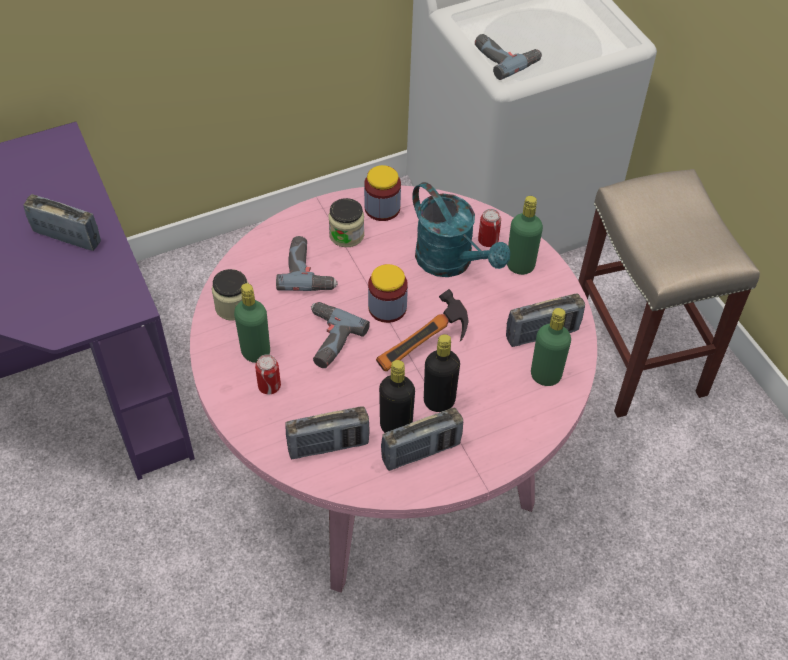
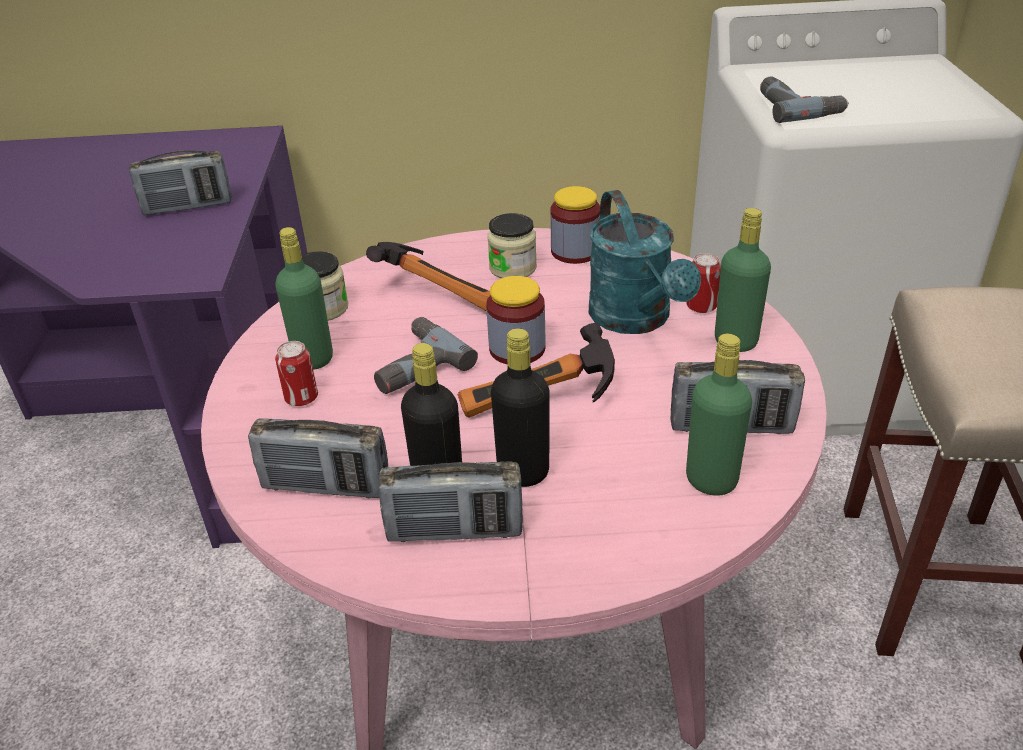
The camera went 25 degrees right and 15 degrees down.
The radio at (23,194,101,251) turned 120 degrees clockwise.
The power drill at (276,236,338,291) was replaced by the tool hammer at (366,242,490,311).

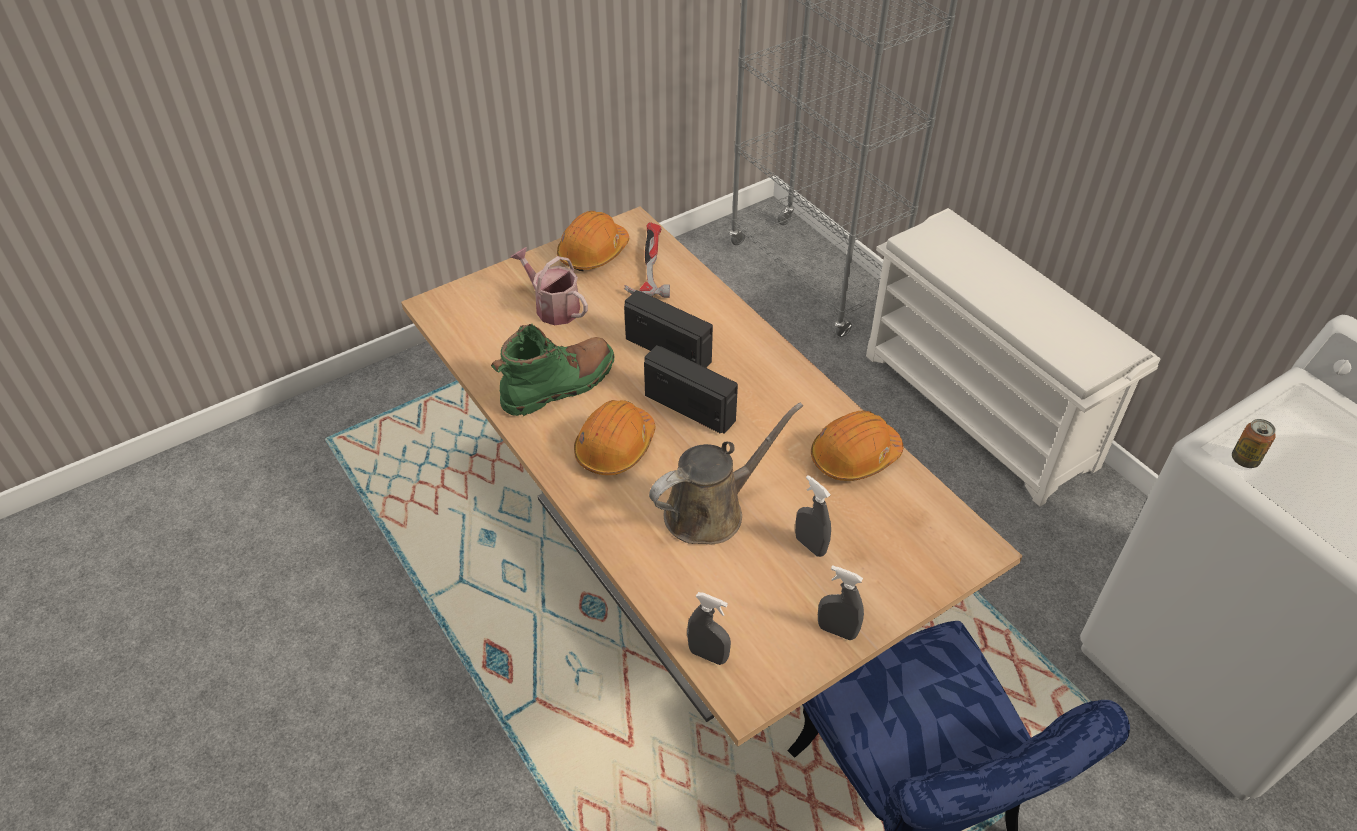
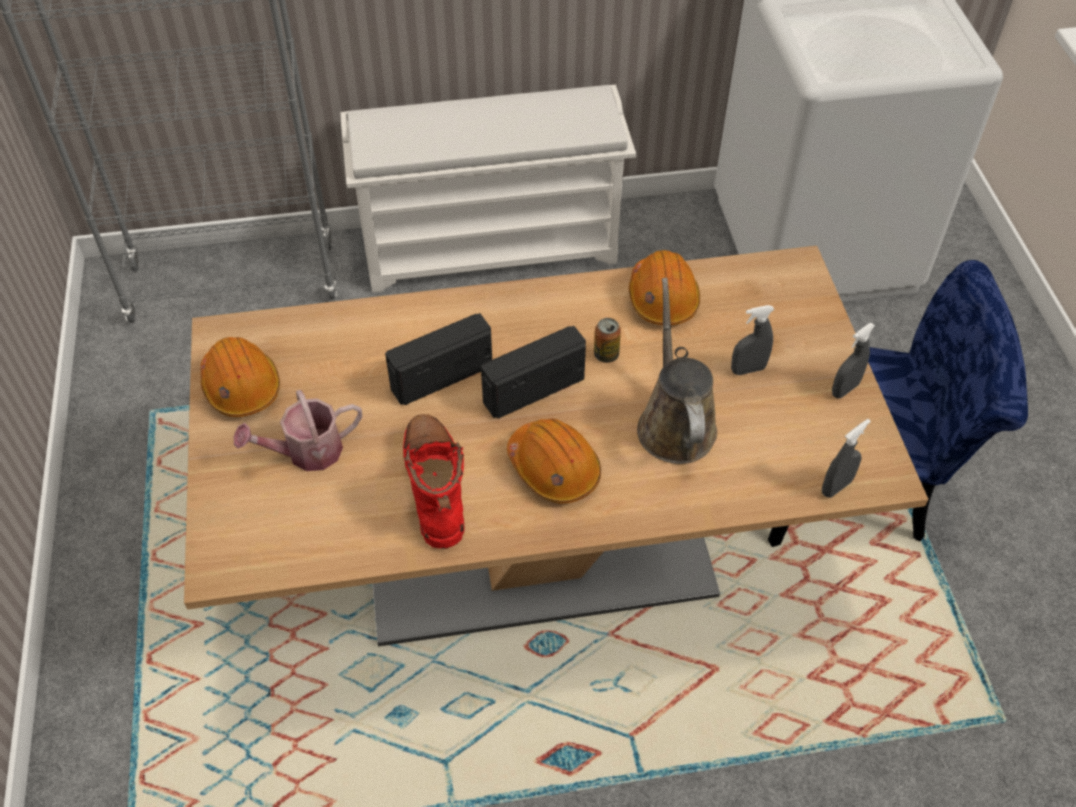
The camera went 65 degrees left and 5 degrees up.
The tool hammer at (624,222,670,298) disappeared.
The boot (greenish) at (491,324,614,416) became the boot (red-coloured) at (403,414,465,549).
The metal can moved from (1232,419,1276,468) to (594,318,621,363).

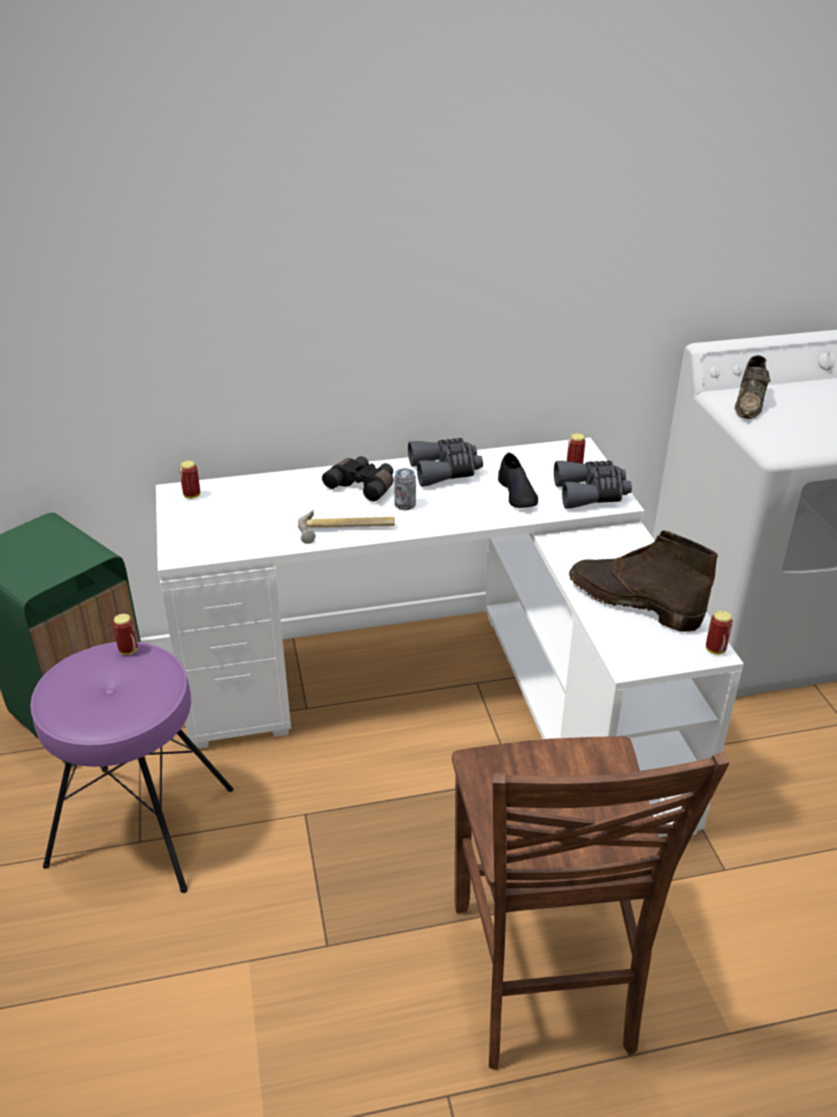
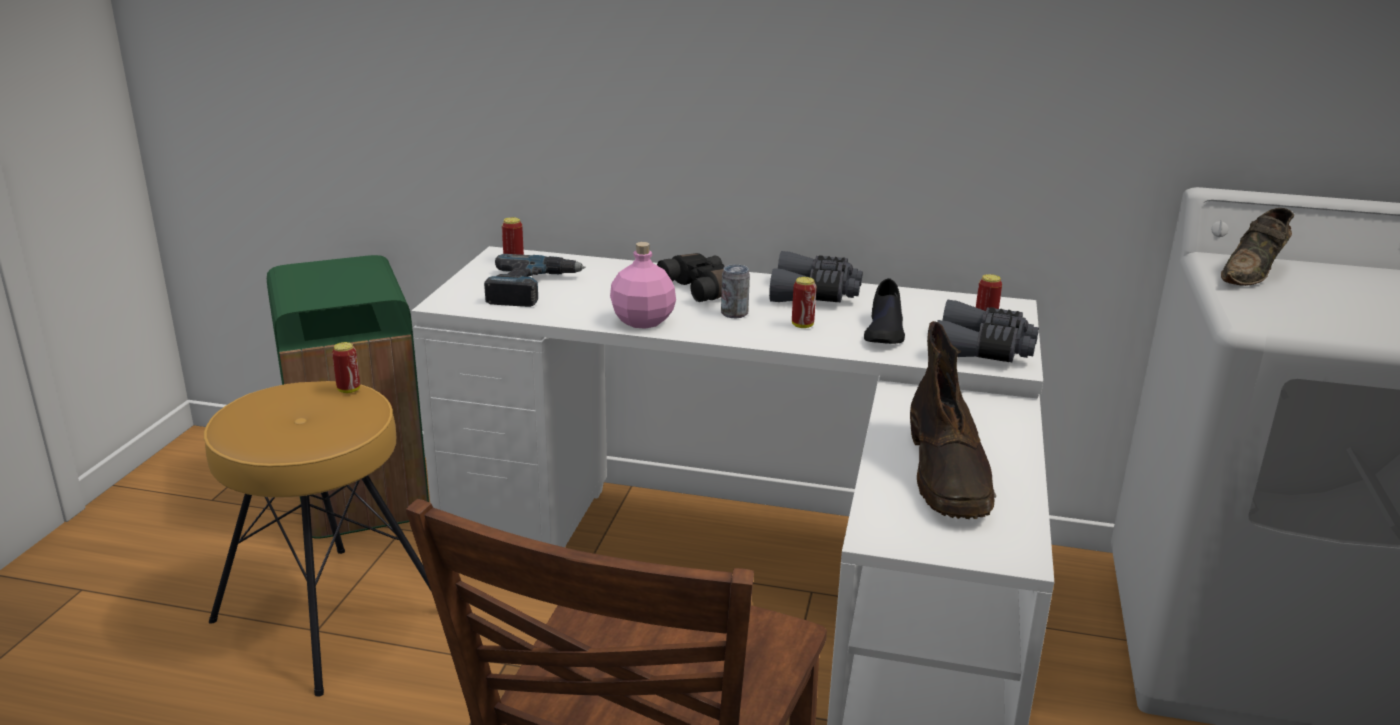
The camera went 25 degrees right and 10 degrees down.
The tool hammer at (298,509,395,544) was replaced by the beverage bottle (pink-coloured) at (610,242,676,329).
The boot (brownish) at (569,530,718,632) turned 150 degrees counterclockwise.
The metal can moved from (706,610,733,655) to (792,277,817,328).
The stool seat (purple-coloured) at (30,642,234,893) became the stool seat (brownish) at (204,381,431,697).
The power drill at (484,254,586,307) appeared.

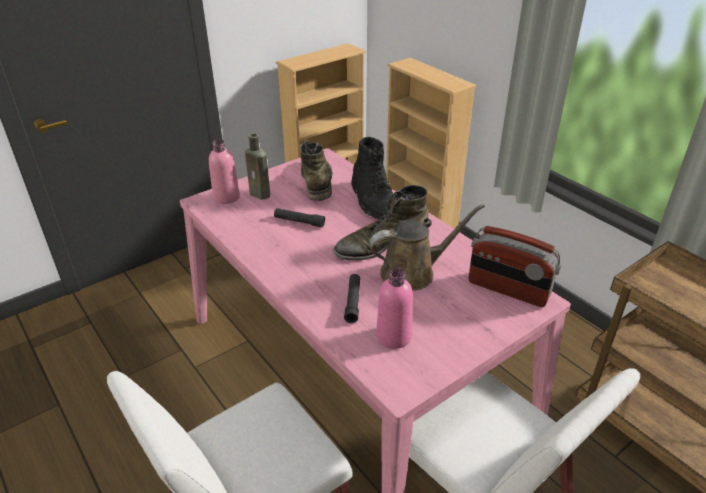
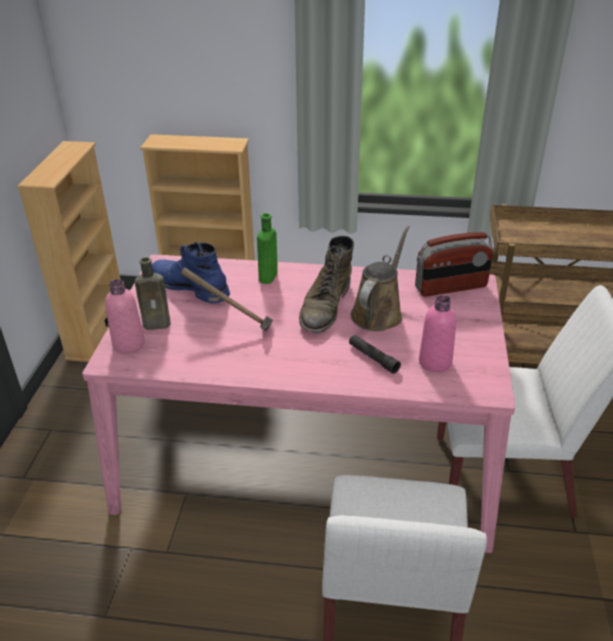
The camera went 45 degrees left and 0 degrees up.
The boot (black-coloured) at (351,137,393,220) was replaced by the beverage bottle (greenish) at (257,213,278,284).
The boot (greenish) at (300,140,333,201) became the boot (blue) at (152,242,230,303).
The flashlight (black-coloured) at (274,208,325,227) was replaced by the tool hammer at (181,268,273,331).

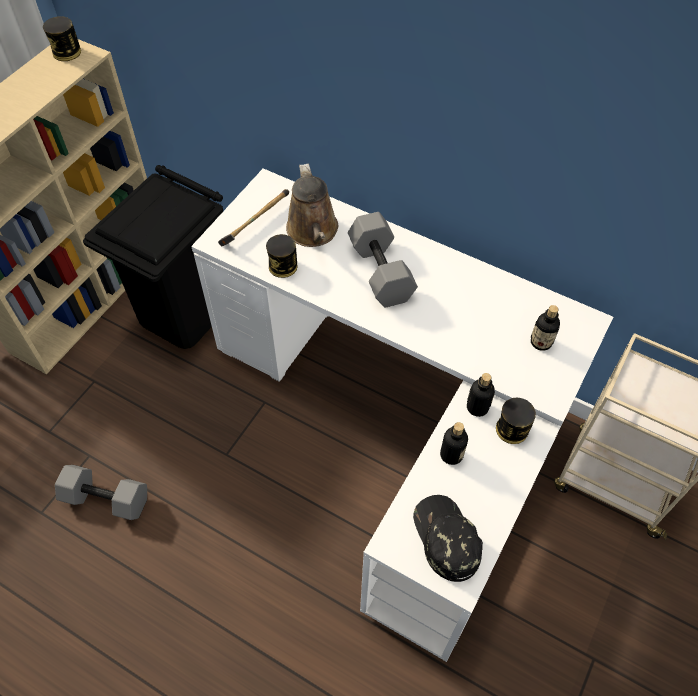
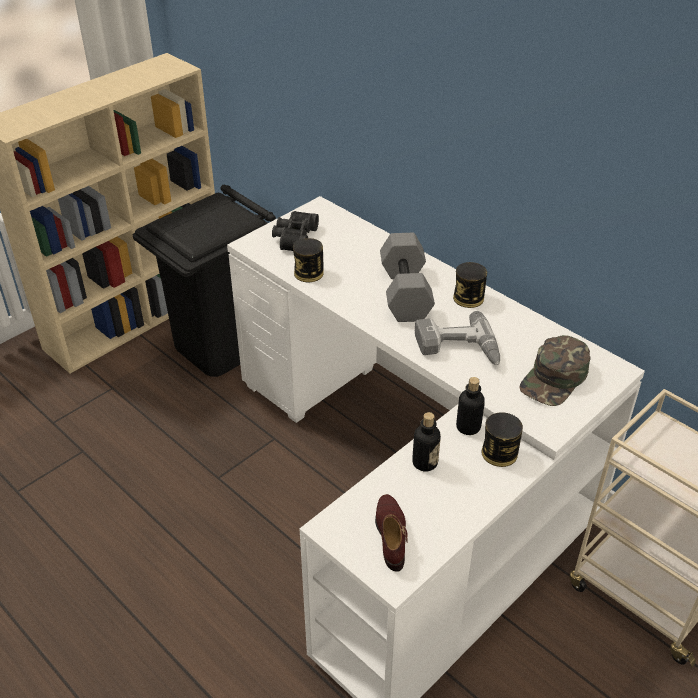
The camera went 15 degrees right and 15 degrees down.
The metal can moved from (43,16,81,61) to (453,262,487,308).
The sprinkling can (brownish) at (286,164,338,247) disappeared.
The tool hammer at (218,189,289,247) was replaced by the pair of binoculars (black-coloured) at (272,211,319,251).
The beverage bottle at (531,305,560,351) was replaced by the peaked cap (greenish) at (520,335,591,406).
The dumbbell (grey) at (55,465,147,520) disappeared.
The peaked cap (black-coloured) at (413,495,483,582) was replaced by the item of footwear (brownish) at (375,494,408,572).
The power drill at (415,311,500,365) appeared.

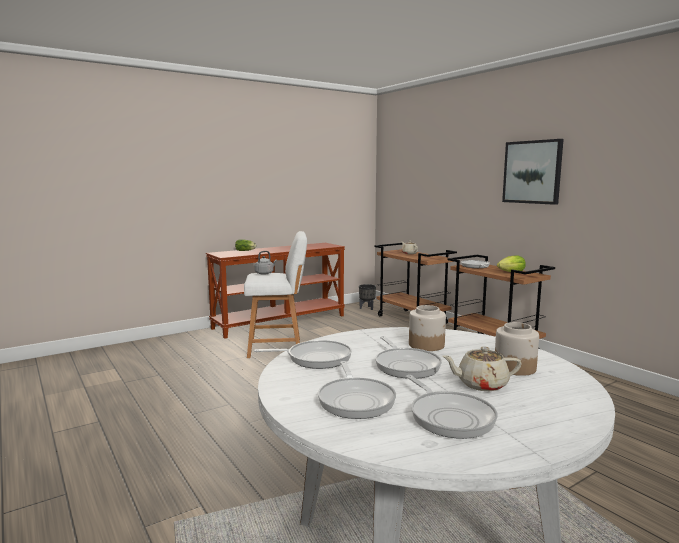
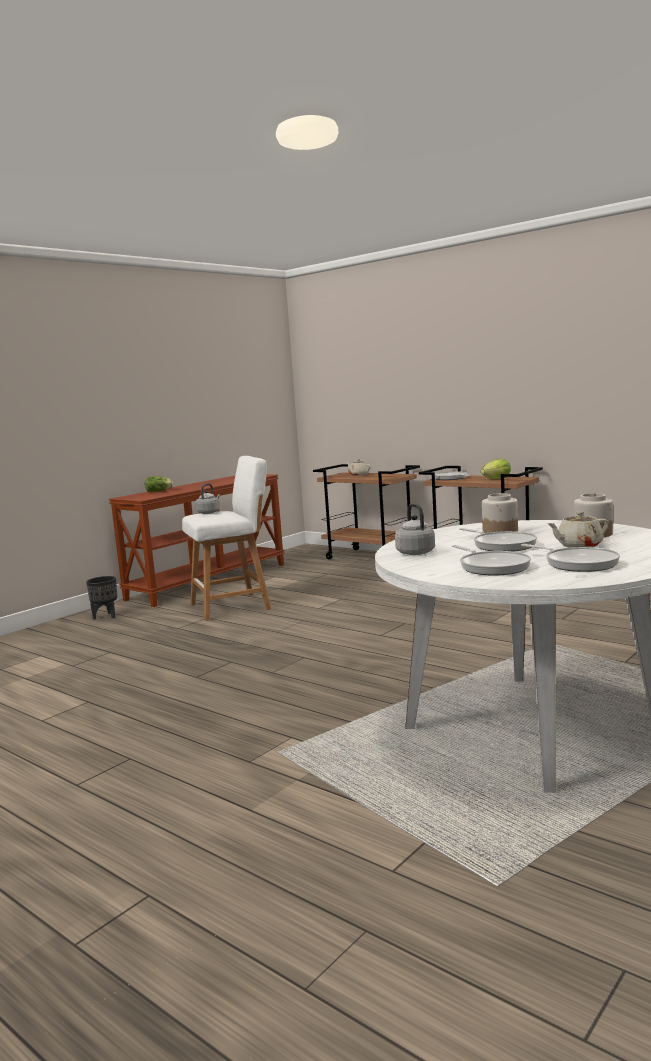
The camera went 15 degrees left and 0 degrees up.
The wall picture at (502,139,564,205) disappeared.
The plant pot (black-coloured) moved from (359,284,376,310) to (86,576,117,620).
The frying pan at (254,340,352,369) was replaced by the water kettle (grey) at (395,504,435,555).

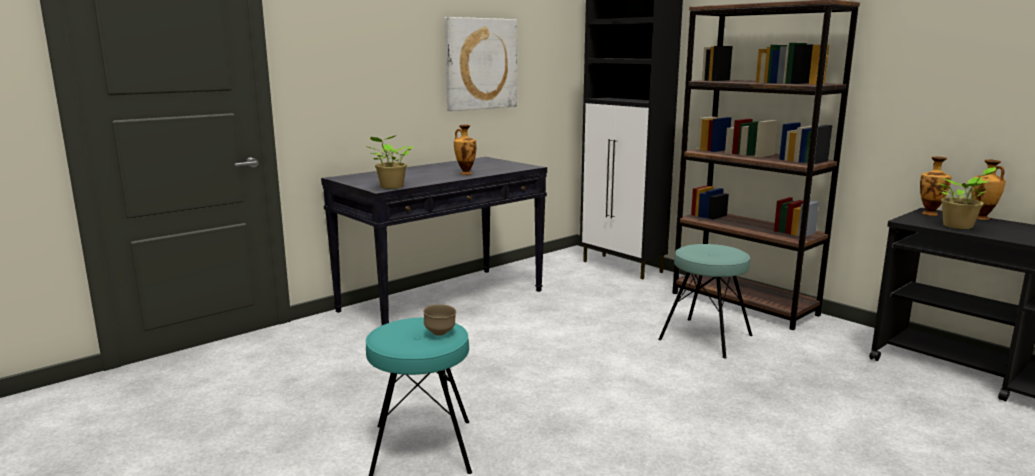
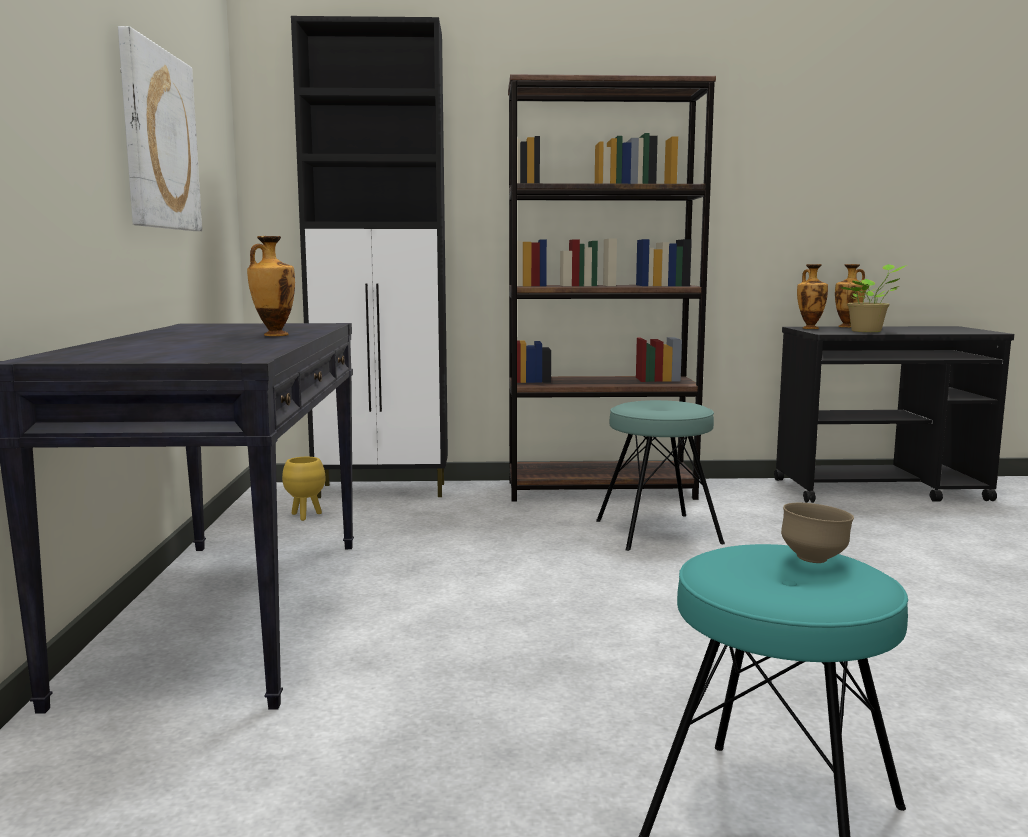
The camera went 50 degrees left and 5 degrees down.
The houseplant at (365,135,414,189) disappeared.
The plant pot (yellowish) at (282,457,325,521) appeared.

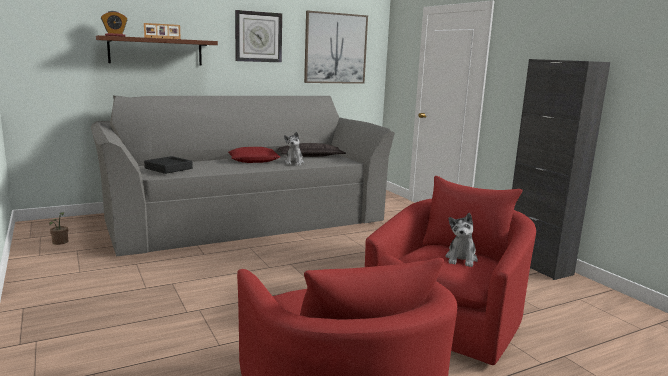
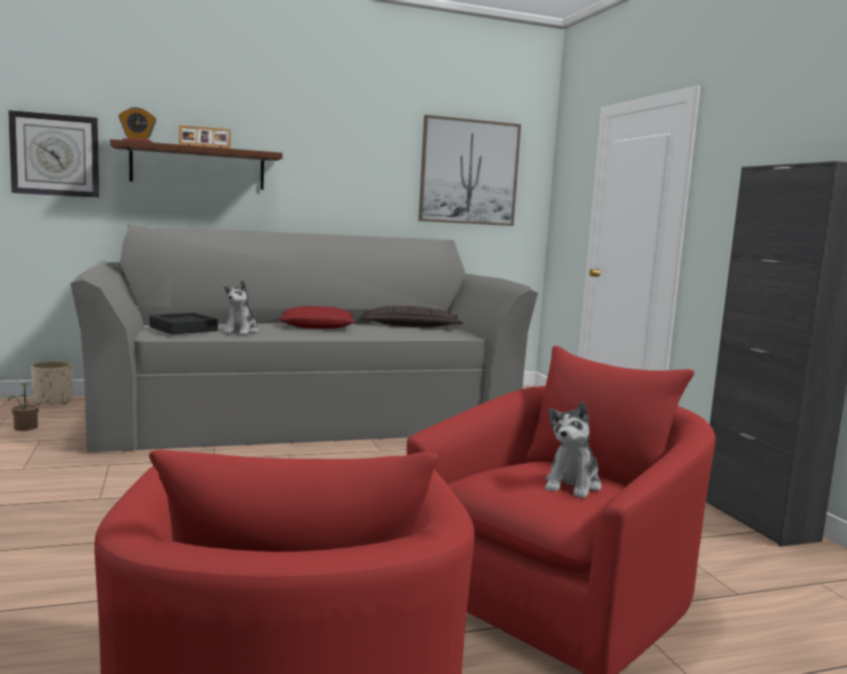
The camera went 10 degrees right and 5 degrees down.
The wall clock moved from (235,10,282,63) to (8,110,99,198).
The cuddly toy moved from (284,132,304,165) to (223,280,258,335).
The plant pot (beige-coloured) at (31,361,73,405) appeared.

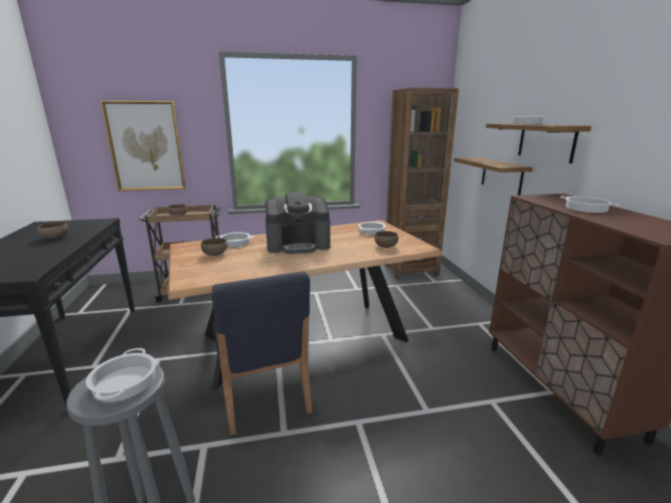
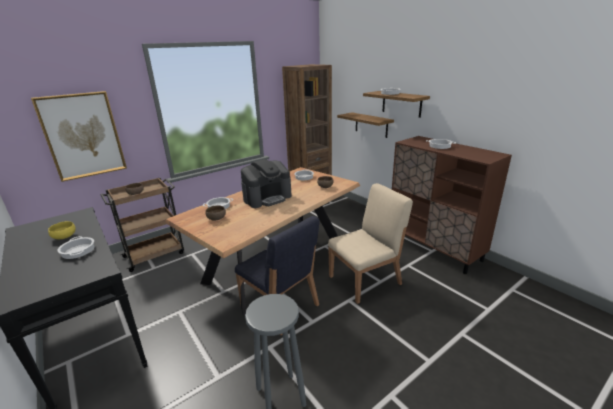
The camera went 25 degrees left and 5 degrees up.
The deep dish (brownish) at (38,221,69,239) became the deep dish (yellowish) at (48,221,76,239).
The stockpot moved from (86,348,156,402) to (57,236,95,259).
The plain chair (beige-coloured) at (328,183,413,304) appeared.

